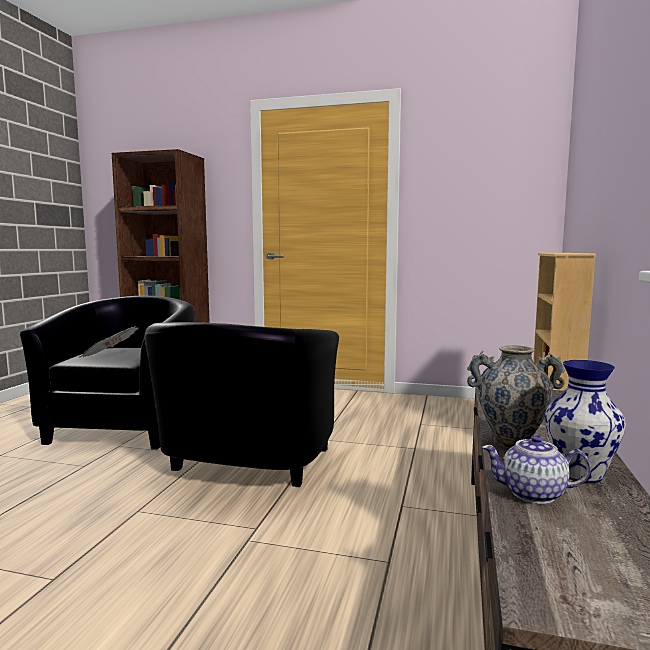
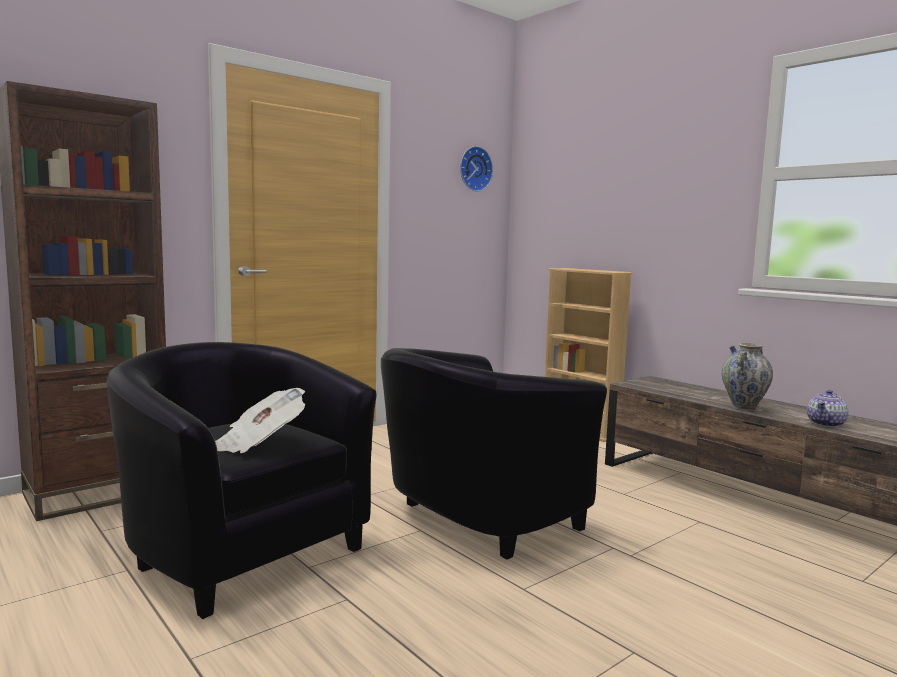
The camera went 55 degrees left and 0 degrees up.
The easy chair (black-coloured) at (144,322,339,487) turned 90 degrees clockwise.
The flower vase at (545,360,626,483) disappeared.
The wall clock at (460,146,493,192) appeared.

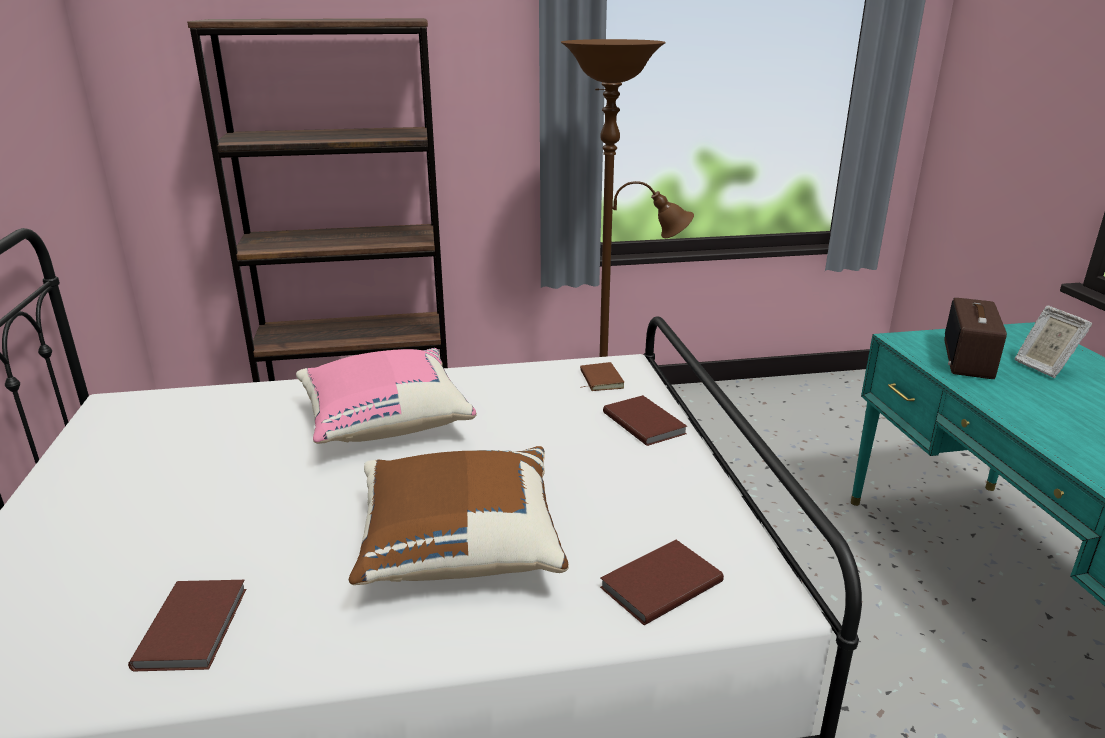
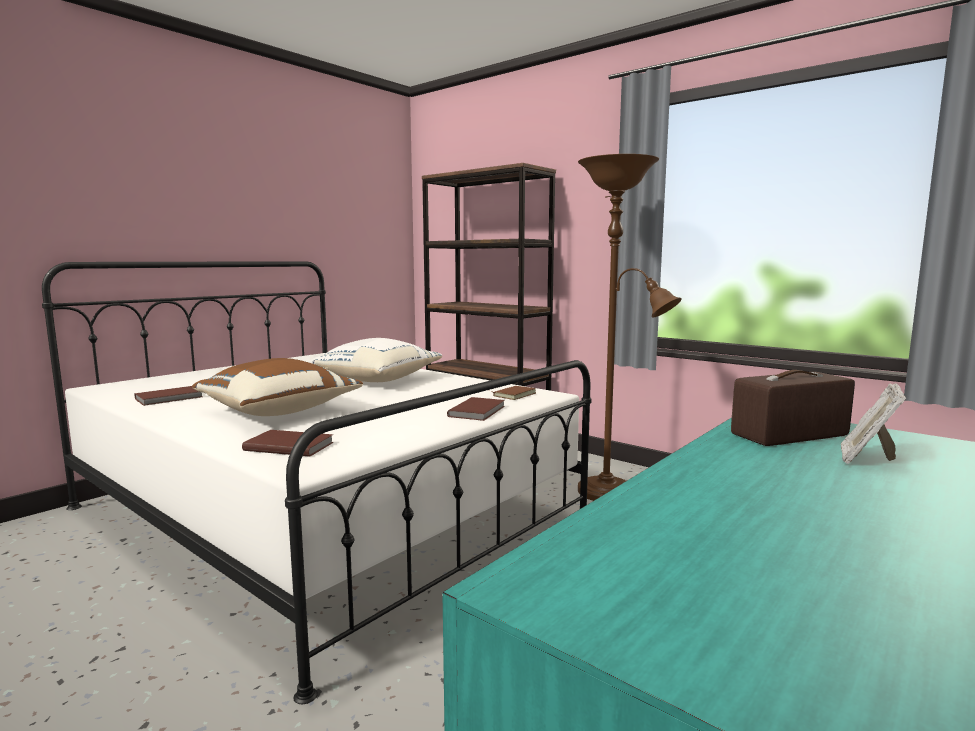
The camera went 50 degrees right and 15 degrees down.
The pillow (pink-coloured) at (296,348,477,444) became the pillow (white-coloured) at (309,338,442,382).

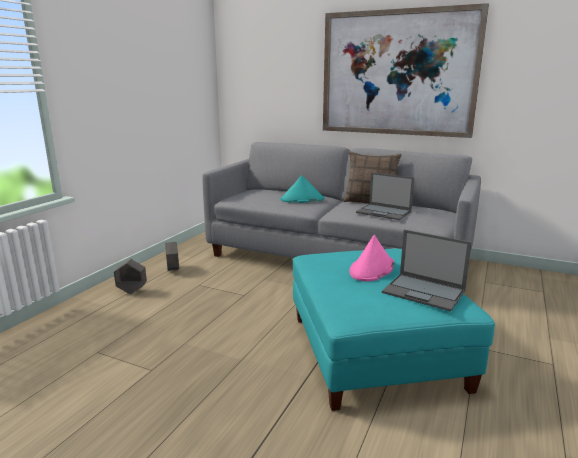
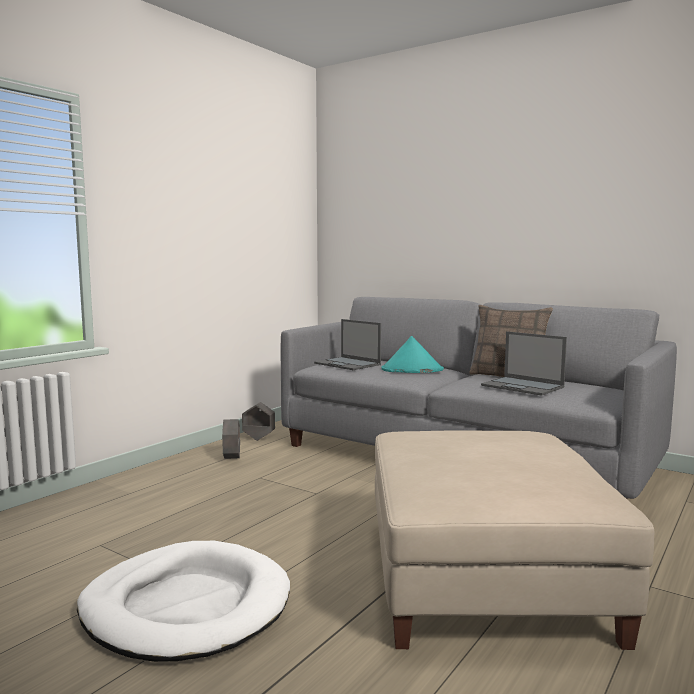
The camera went 10 degrees right and 10 degrees down.
The wall picture at (323,3,489,138) disappeared.
The portable computer moved from (382,230,472,311) to (314,319,381,370).
The clothing hat (pink-coloured) at (350,235,394,281) disappeared.
The pouffe (turquoise-coloured) at (293,249,495,411) became the pouffe (beige-coloured) at (375,430,655,650).
The plant pot (grey) moved from (114,259,147,294) to (242,402,275,441).
The pet bed (white-coloured) at (77,541,290,662) appeared.

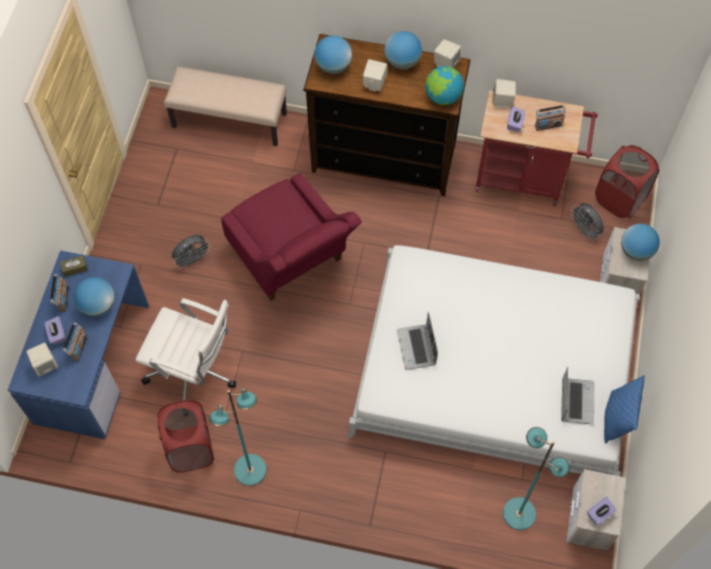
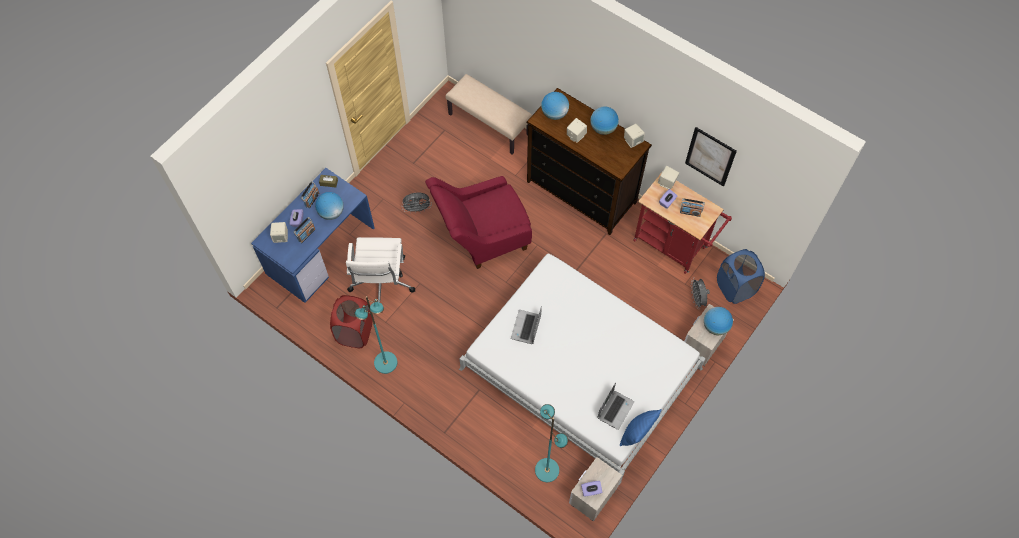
The camera went 25 degrees right and 0 degrees up.
The globe at (425,66,464,105) disappeared.
The washing basket (red-coloured) at (595,145,659,218) became the washing basket (blue) at (717,249,765,304).
The easy chair (red-coloured) at (221,173,362,301) turned 75 degrees clockwise.
The computer chair (white-coloured) at (135,298,236,401) turned 45 degrees clockwise.
The wall picture at (685,127,737,187) appeared.

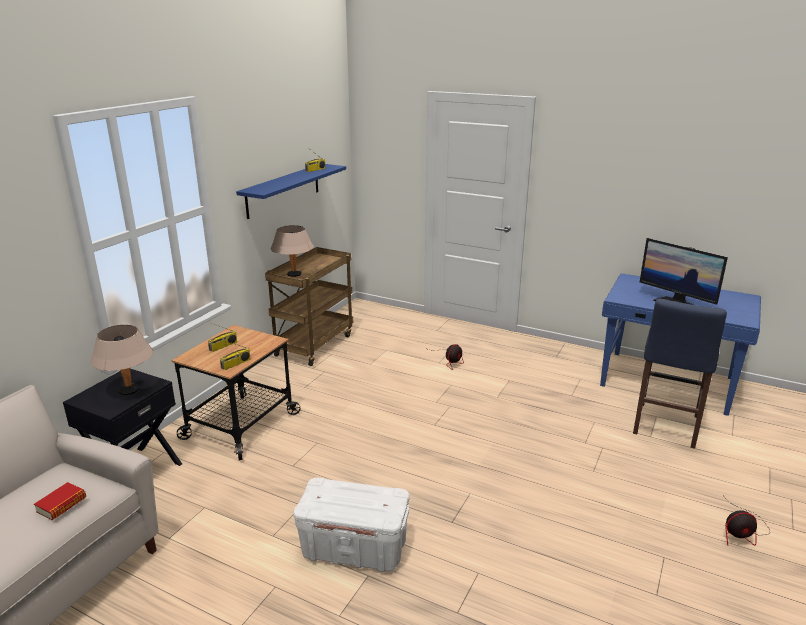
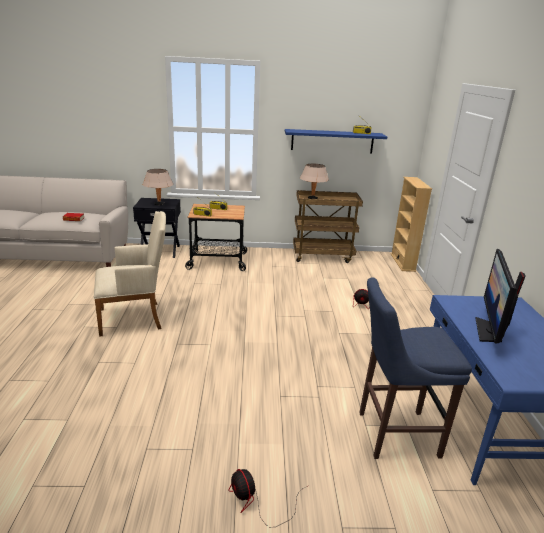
The camera went 60 degrees right and 0 degrees up.
The storage bin (white-coloured) at (293,478,409,573) was replaced by the easy chair (beige-coloured) at (94,211,166,337).
The shelving unit (beige-coloured) at (391,177,432,272) appeared.

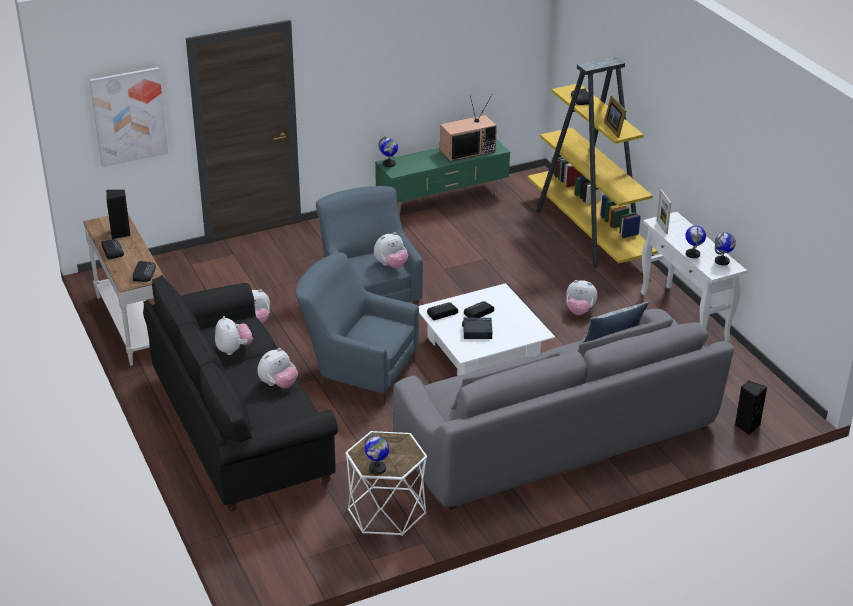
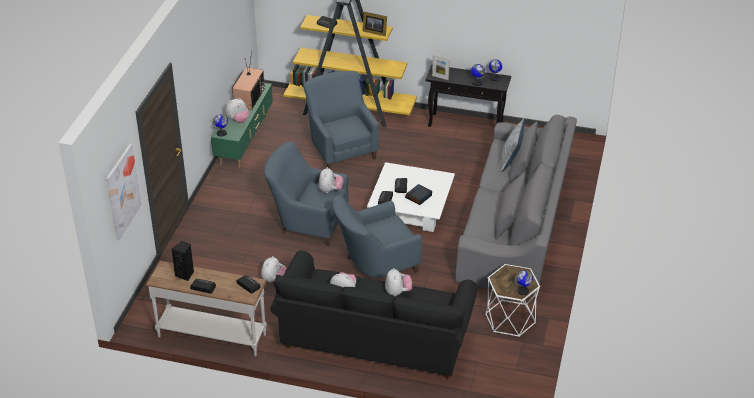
The camera went 50 degrees left and 5 degrees up.
The narrow table (white-coloured) at (641,212,747,346) became the narrow table (black-coloured) at (425,65,511,127).
The cuddly toy moved from (566,280,597,315) to (225,98,249,123).
The audio speaker (black-coloured) at (735,380,767,435) disappeared.
The easy chair (blue) at (303,71,379,170) appeared.

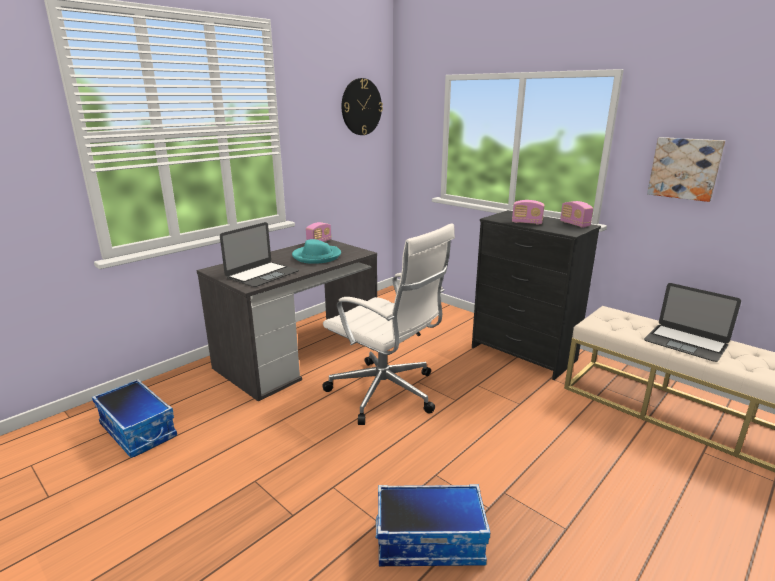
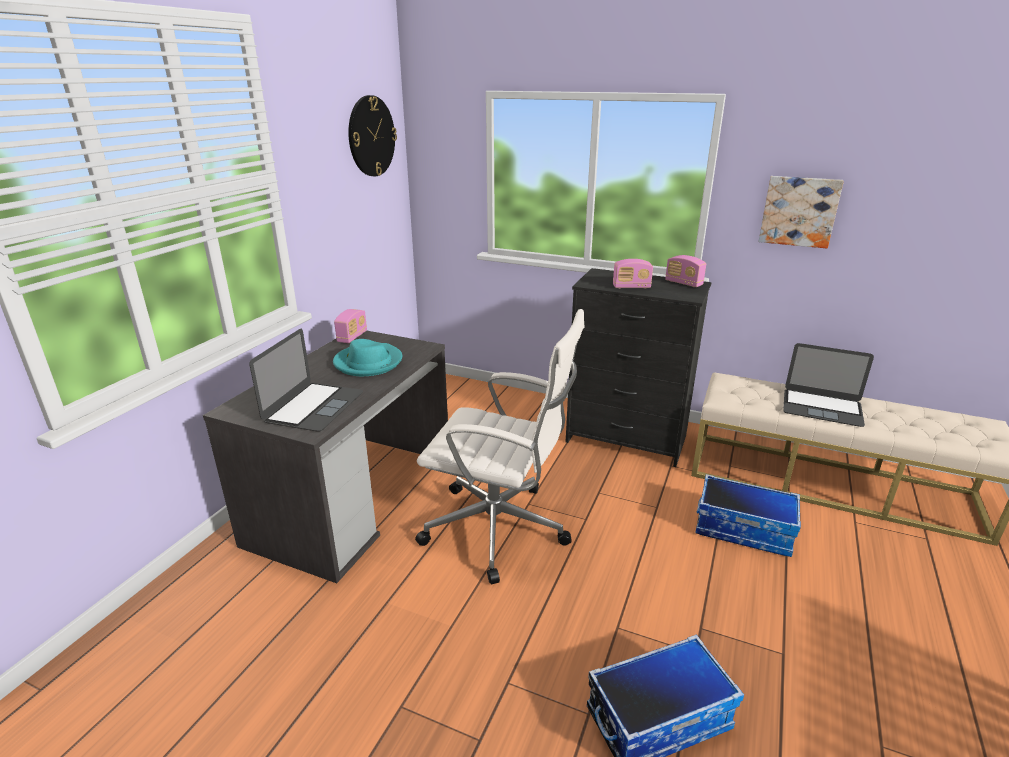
The camera went 20 degrees left and 5 degrees up.
The storage bin moved from (92,379,177,458) to (695,474,801,557).

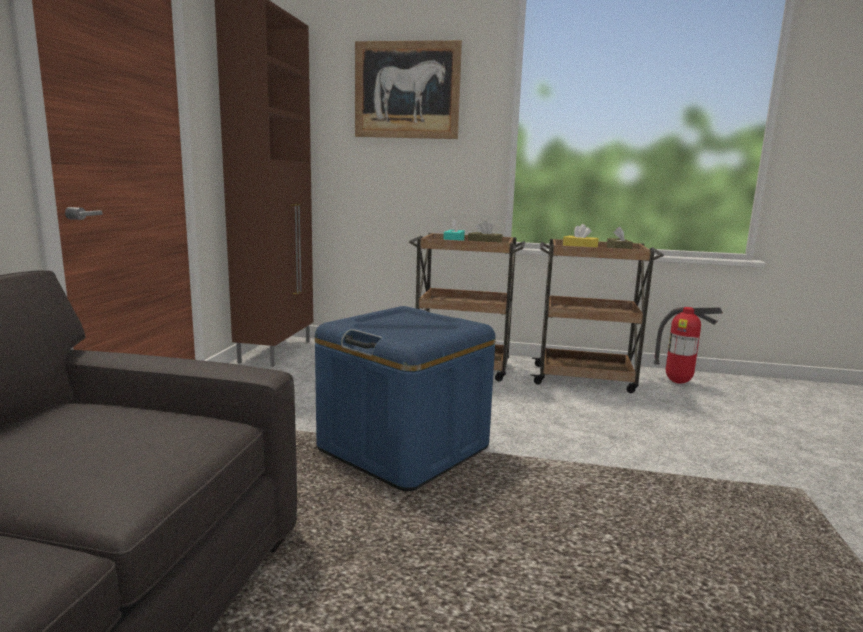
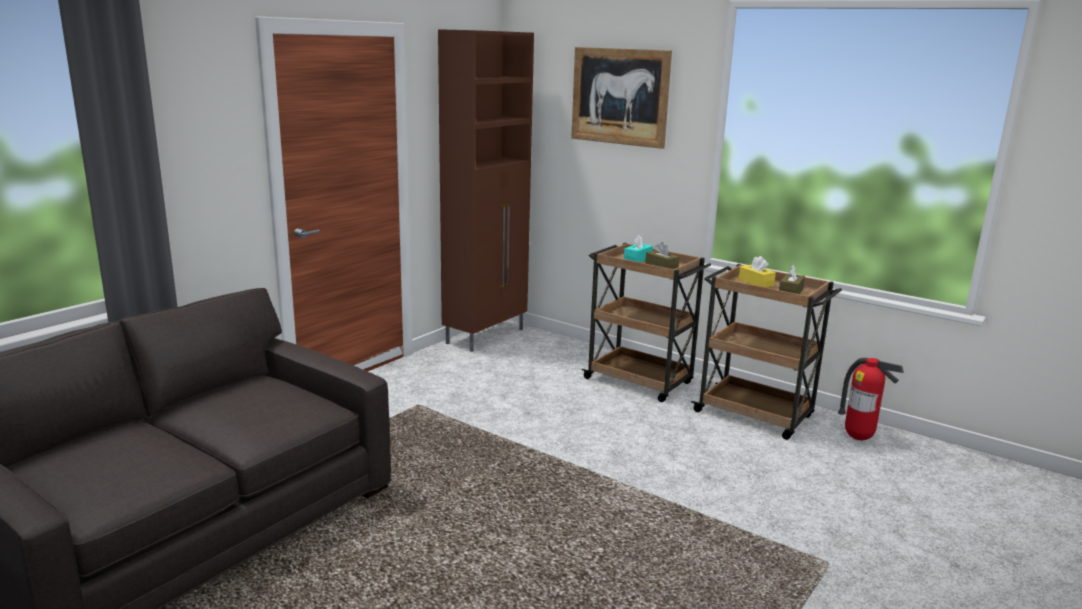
The camera went 25 degrees right and 5 degrees up.
The storage bin (blue) at (315,306,496,491) disappeared.

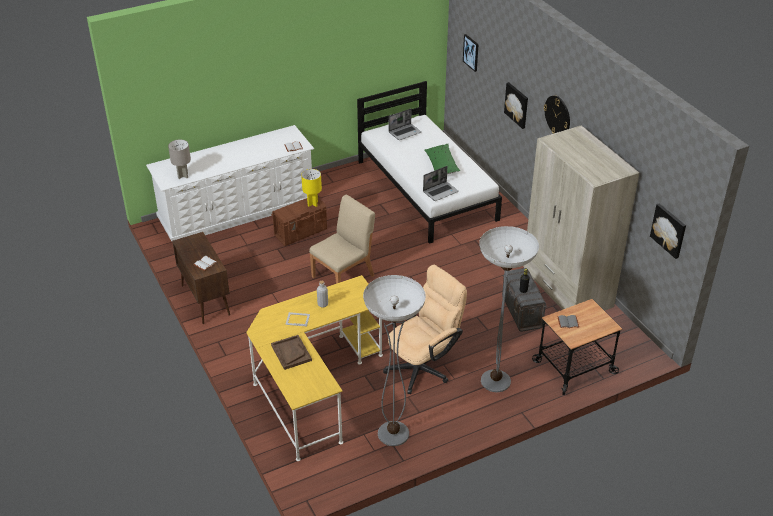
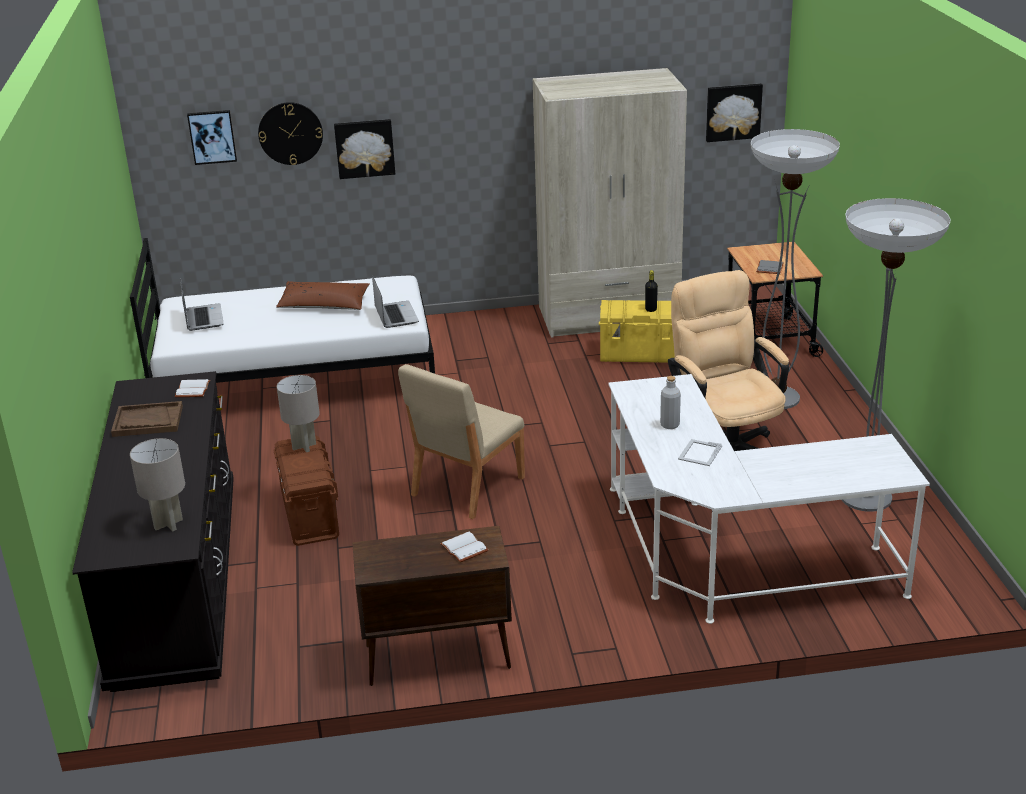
The camera went 70 degrees left and 10 degrees down.
The wall clock moved from (544,95,570,134) to (258,102,323,165).
The chest of drawers (white-coloured) at (146,125,314,241) became the chest of drawers (black-coloured) at (72,371,234,692).
The pillow (greenish) at (424,144,460,174) became the pillow (brownish) at (276,281,370,310).
The lamp for a table (yellowish) at (301,169,322,207) became the lamp for a table (grey) at (277,375,320,452).
The plain chair (beige-coloured) at (309,194,375,284) turned 120 degrees counterclockwise.
The storage bin (grey) at (502,268,547,332) became the storage bin (yellowish) at (599,300,675,363).
The desk unit (yellowish) at (246,275,383,461) became the desk unit (white-coloured) at (608,374,930,624).
The carrying tray (brownish) moved from (271,335,312,370) to (111,401,183,437).

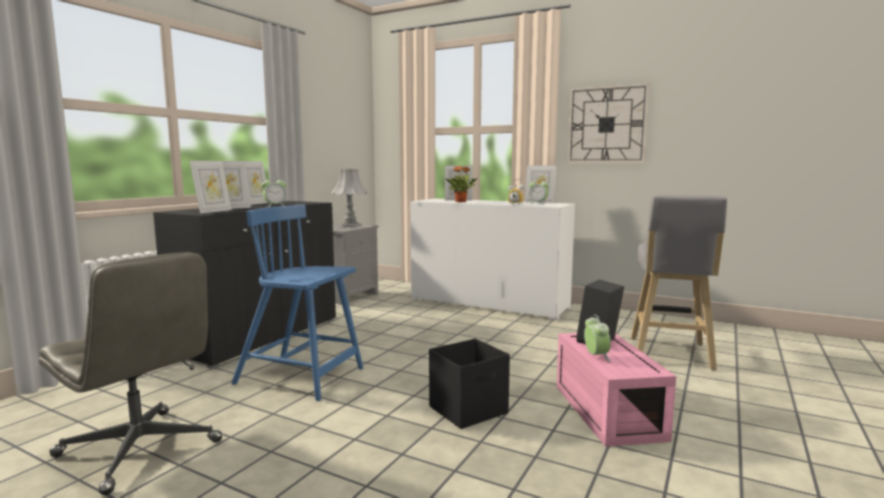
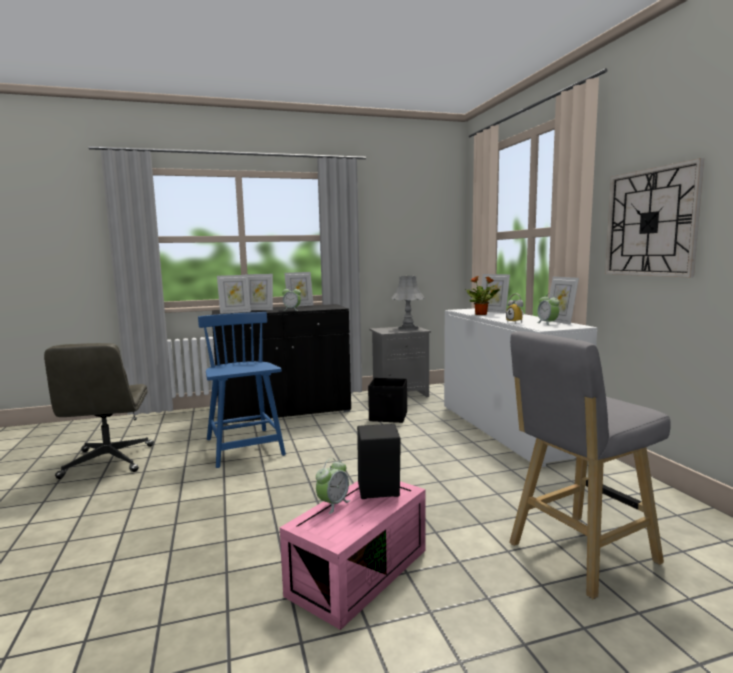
The camera went 45 degrees right and 0 degrees up.
The storage bin (black-coloured) moved from (429,339,510,429) to (368,378,407,423).

